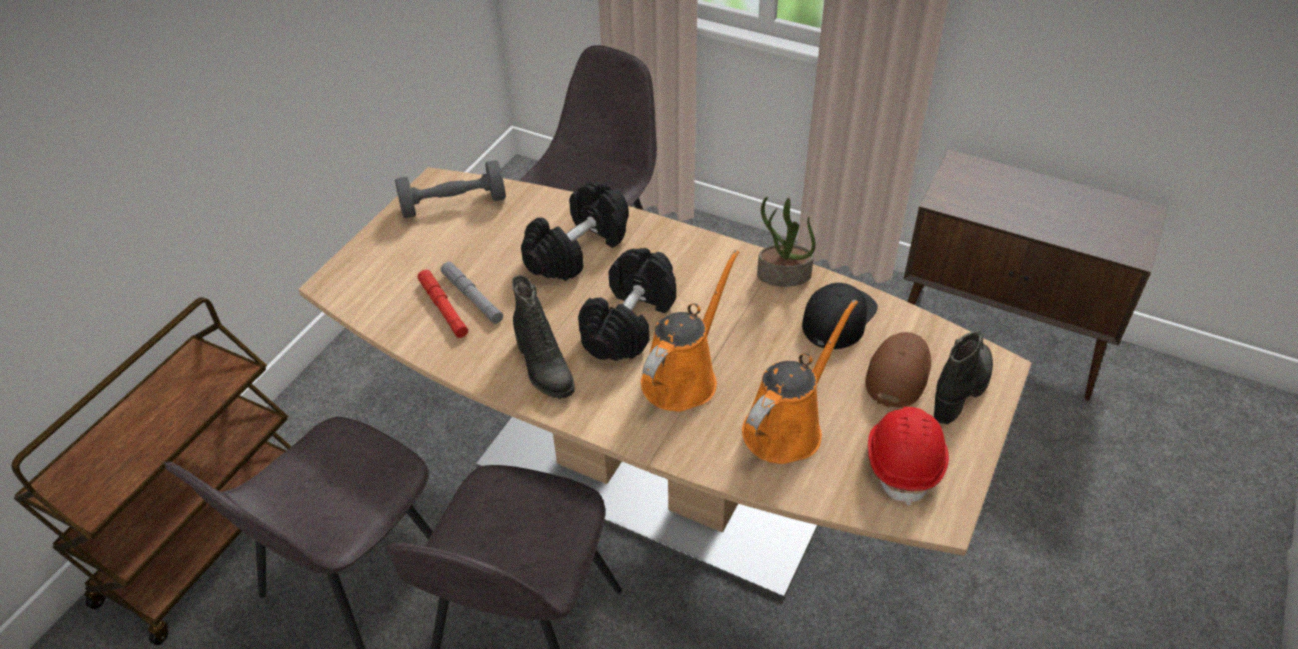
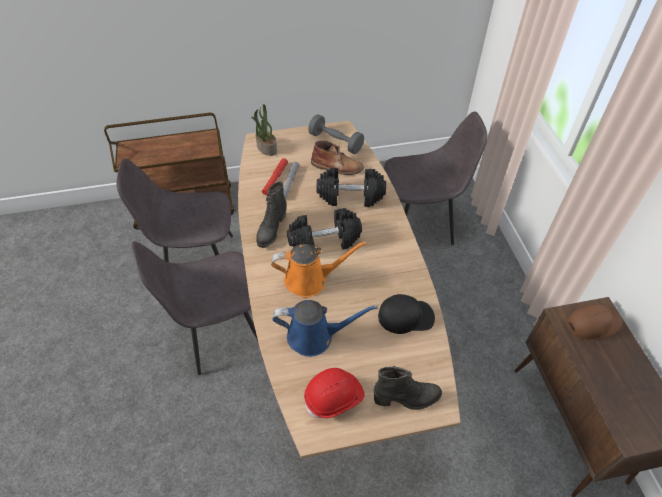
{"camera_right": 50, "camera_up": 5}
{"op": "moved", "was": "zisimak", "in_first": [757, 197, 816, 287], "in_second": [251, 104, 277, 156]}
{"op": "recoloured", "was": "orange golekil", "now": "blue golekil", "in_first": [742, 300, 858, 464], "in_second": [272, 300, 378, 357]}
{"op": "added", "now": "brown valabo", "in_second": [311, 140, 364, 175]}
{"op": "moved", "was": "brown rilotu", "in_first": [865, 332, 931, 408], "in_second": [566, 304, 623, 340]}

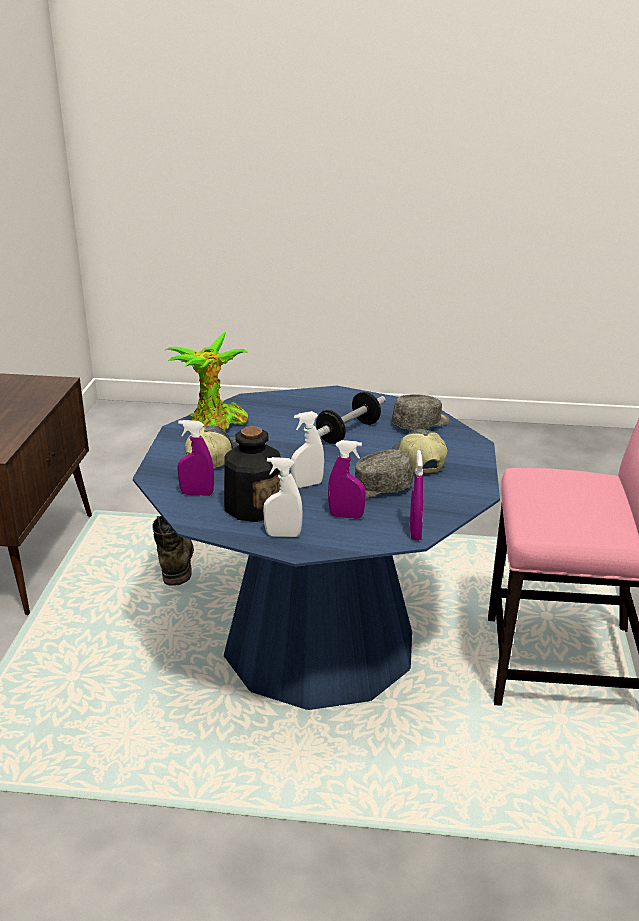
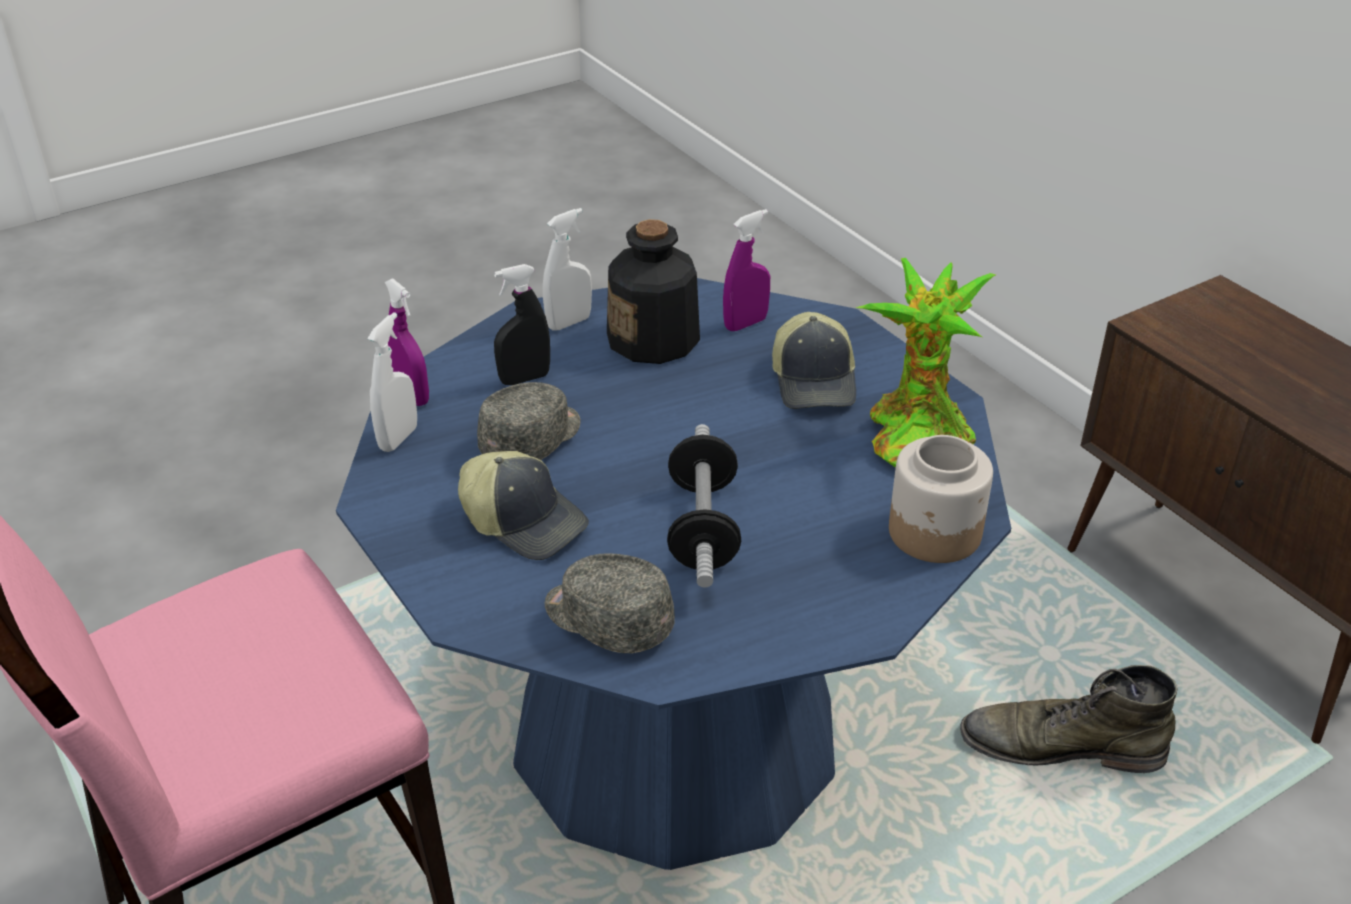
{"camera_right": 140, "camera_up": 10}
{"op": "moved", "was": "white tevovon", "in_first": [291, 411, 324, 488], "in_second": [367, 312, 417, 452]}
{"op": "recoloured", "was": "purple tevovon", "now": "black tevovon", "in_first": [328, 440, 366, 519], "in_second": [494, 264, 550, 385]}
{"op": "turned", "was": "grey rilotu", "in_first": [392, 394, 449, 430], "in_second": [545, 553, 675, 653], "clockwise": 105}
{"op": "added", "now": "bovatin", "in_second": [889, 435, 993, 563]}
{"op": "turned", "was": "green valabo", "in_first": [152, 516, 194, 586], "in_second": [960, 665, 1178, 773], "clockwise": 150}

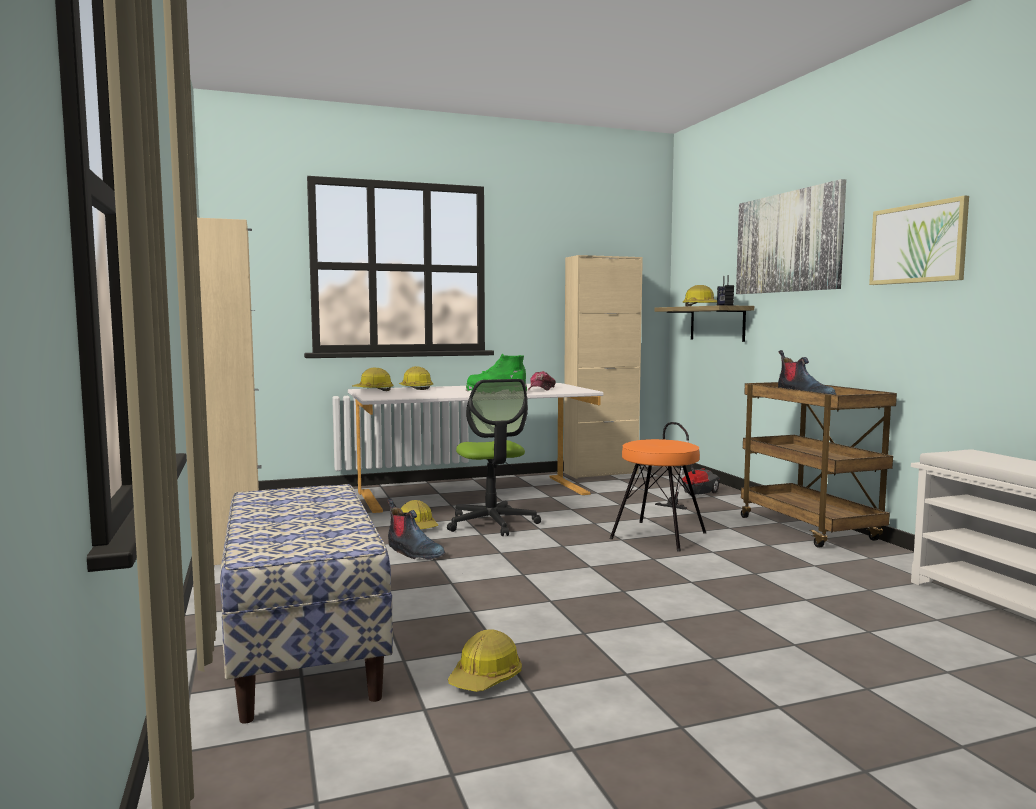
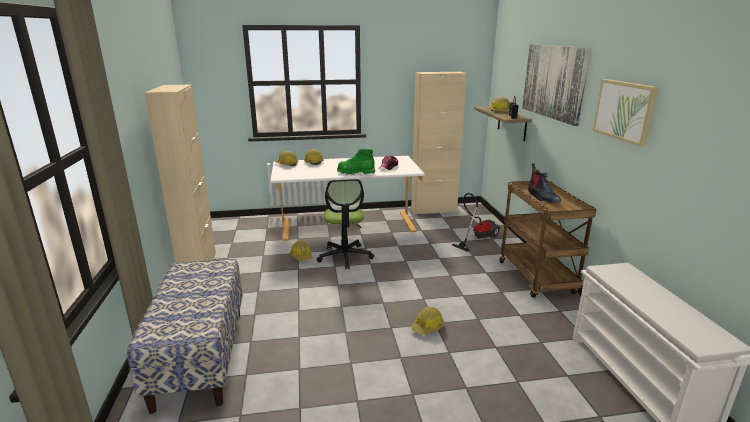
{"camera_right": 10, "camera_up": 15}
{"op": "moved", "was": "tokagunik", "in_first": [448, 629, 522, 692], "in_second": [411, 307, 444, 335]}
{"op": "removed", "was": "valabo", "in_first": [387, 499, 445, 560]}
{"op": "removed", "was": "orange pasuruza", "in_first": [610, 439, 706, 552]}

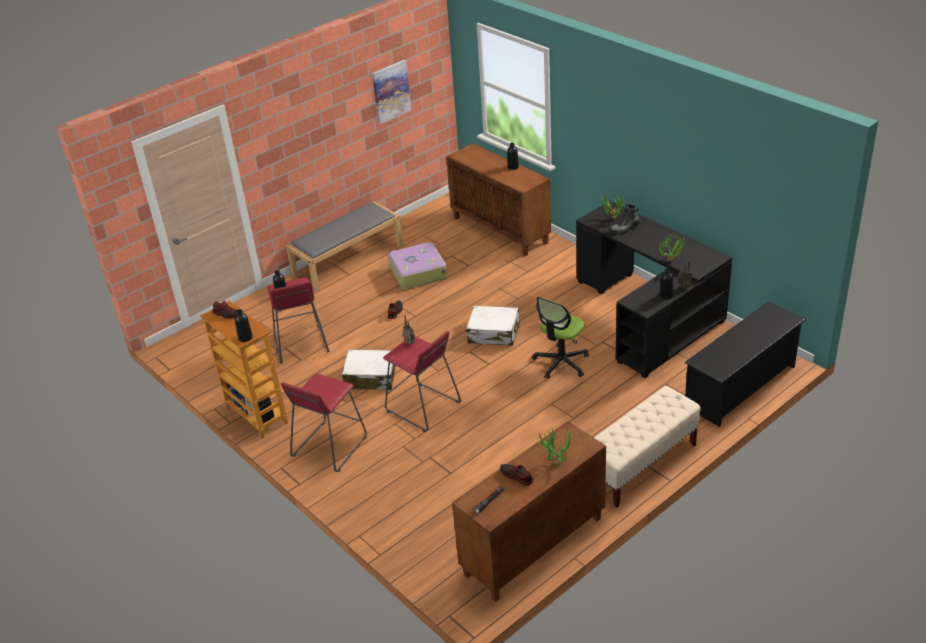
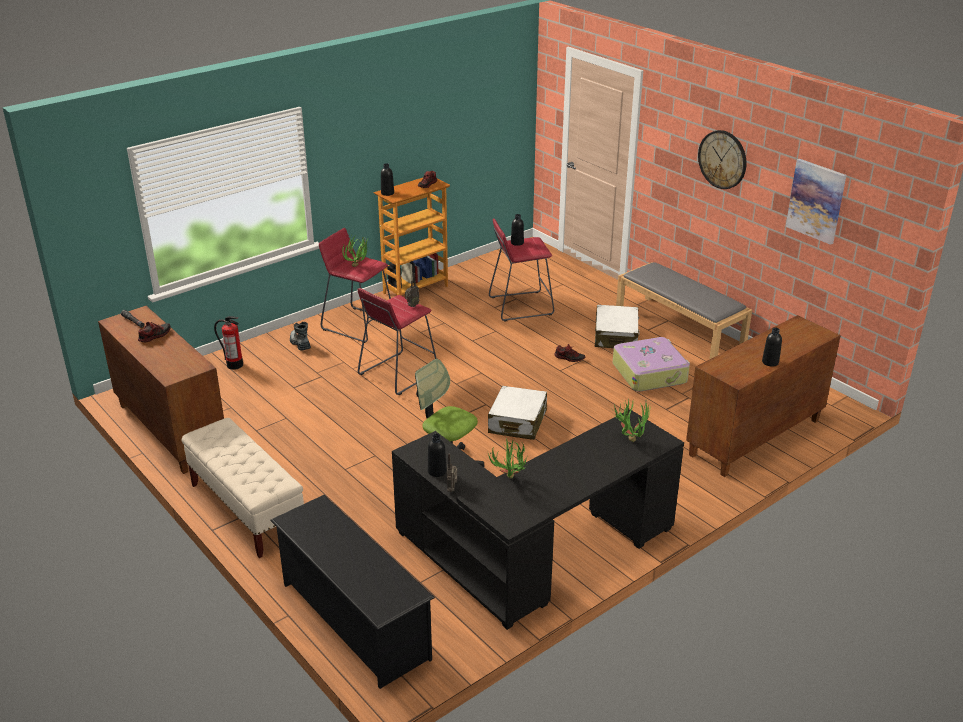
{"camera_right": 90, "camera_up": -5}
{"op": "added", "now": "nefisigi", "in_second": [214, 316, 243, 370]}
{"op": "moved", "was": "valabo", "in_first": [609, 204, 641, 235], "in_second": [290, 322, 311, 350]}
{"op": "moved", "was": "zisimak", "in_first": [537, 427, 572, 465], "in_second": [342, 235, 368, 267]}
{"op": "moved", "was": "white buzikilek", "in_first": [342, 349, 396, 390], "in_second": [595, 305, 640, 348]}
{"op": "added", "now": "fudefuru", "in_second": [698, 130, 747, 189]}

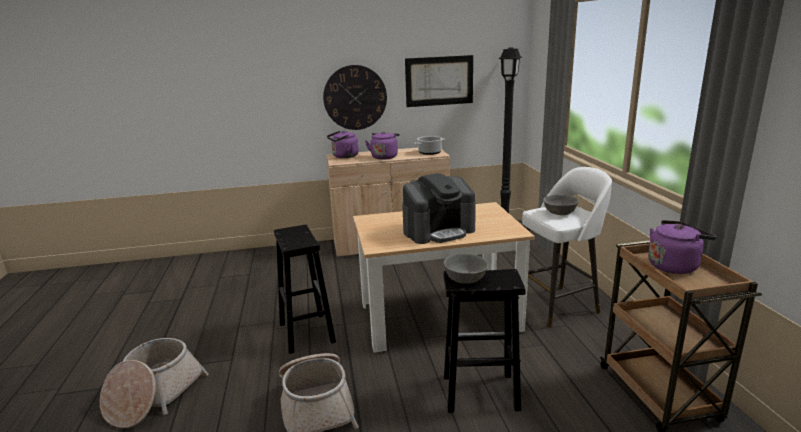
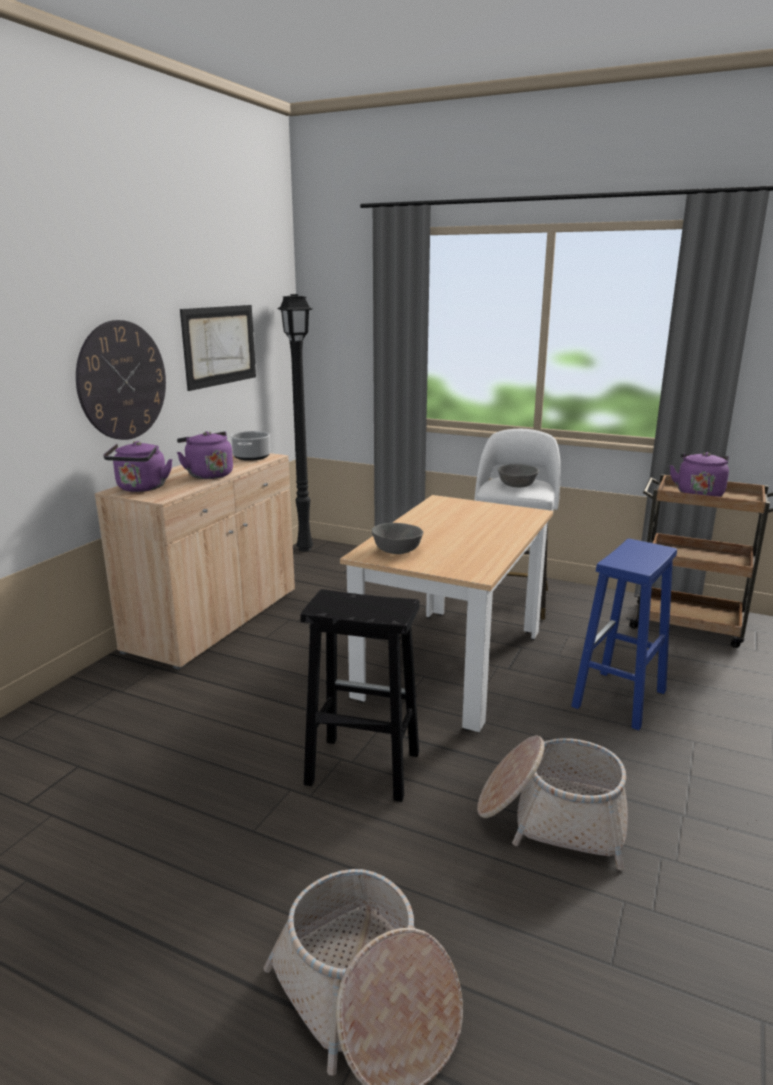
{"camera_right": -55, "camera_up": 0}
{"op": "moved", "was": "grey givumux", "in_first": [444, 253, 489, 284], "in_second": [372, 523, 423, 554]}
{"op": "recoloured", "was": "black pasuruza", "now": "blue pasuruza", "in_first": [444, 269, 525, 413], "in_second": [571, 539, 677, 730]}
{"op": "removed", "was": "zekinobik", "in_first": [402, 173, 476, 244]}

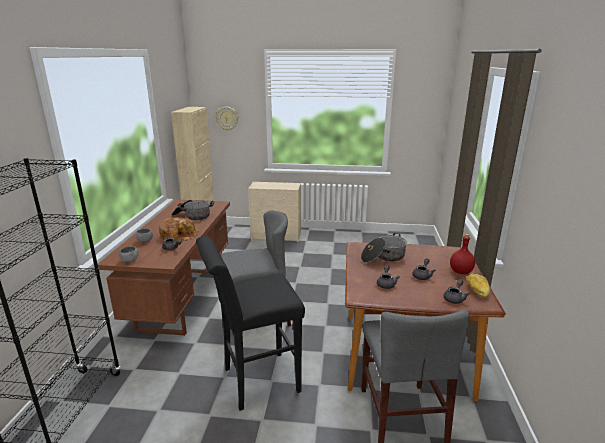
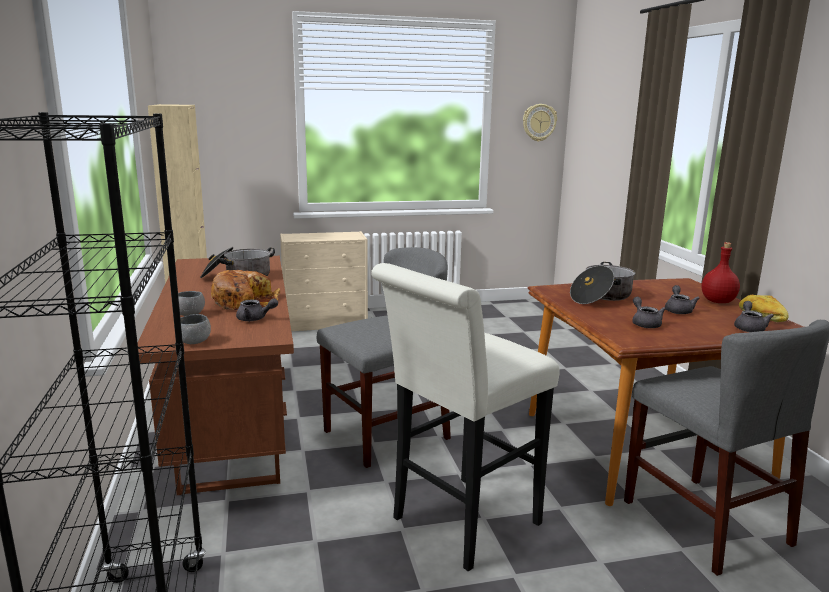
{"camera_right": -20, "camera_up": -5}
{"op": "recoloured", "was": "black pasuruza", "now": "white pasuruza", "in_first": [196, 236, 305, 411], "in_second": [371, 263, 560, 571]}
{"op": "moved", "was": "fudefuru", "in_first": [215, 107, 238, 131], "in_second": [523, 104, 557, 142]}

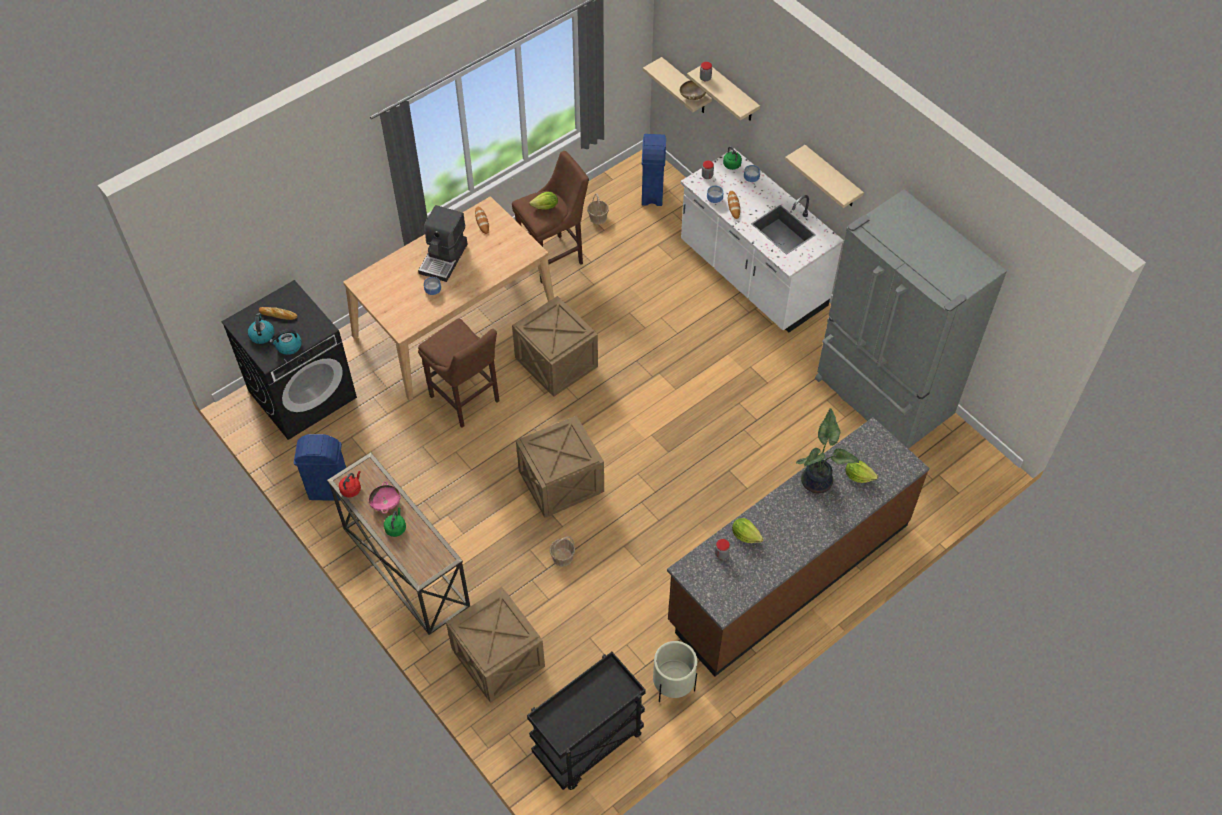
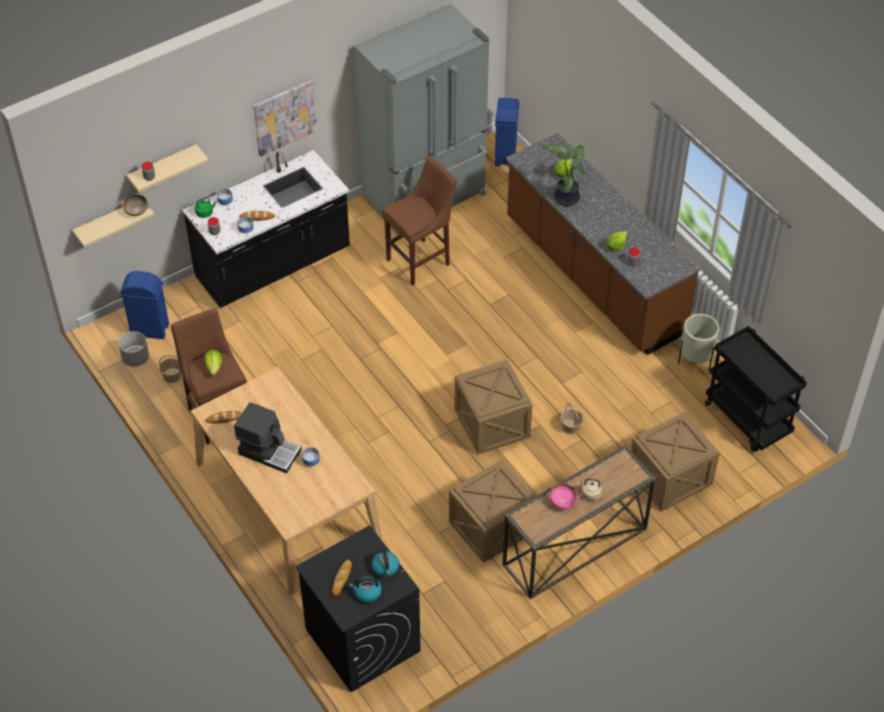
{"camera_right": -85, "camera_up": -5}
{"op": "added", "now": "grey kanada", "in_second": [118, 331, 149, 367]}
{"op": "recoloured", "was": "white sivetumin", "now": "black sivetumin", "in_first": [680, 148, 844, 333], "in_second": [182, 150, 350, 308]}
{"op": "replaced", "was": "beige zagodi", "now": "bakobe", "in_first": [785, 145, 864, 208], "in_second": [253, 80, 317, 157]}
{"op": "moved", "was": "brown pasuruza", "in_first": [418, 318, 499, 428], "in_second": [382, 157, 457, 286]}
{"op": "moved", "was": "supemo", "in_first": [512, 296, 598, 396], "in_second": [449, 460, 535, 563]}
{"op": "moved", "was": "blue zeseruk", "in_first": [294, 434, 346, 501], "in_second": [495, 98, 520, 166]}
{"op": "recoloured", "was": "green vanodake", "now": "beige vanodake", "in_first": [384, 507, 406, 537], "in_second": [577, 478, 602, 501]}
{"op": "removed", "was": "red vanodake", "in_first": [339, 471, 361, 498]}

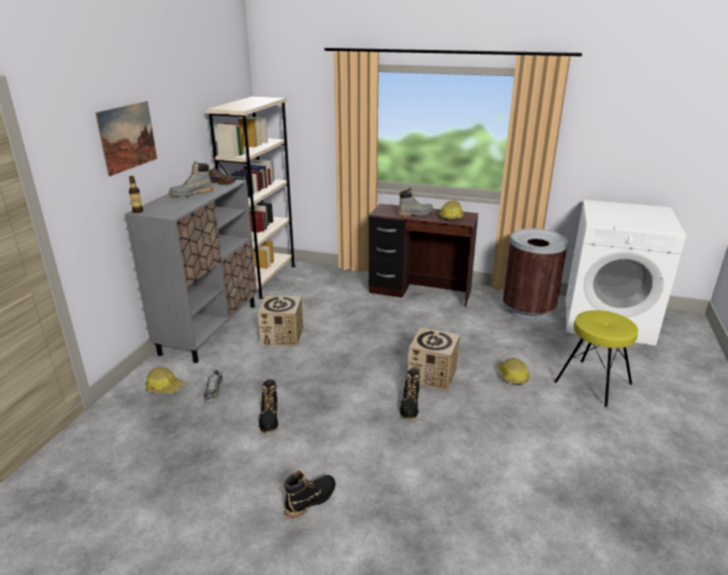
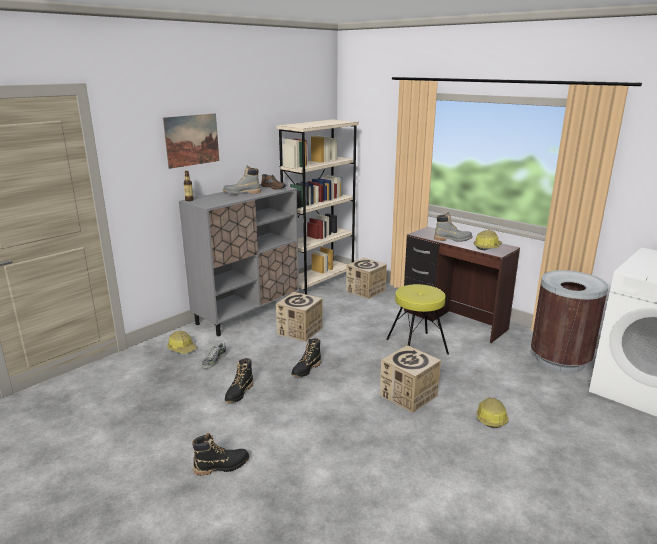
{"camera_right": 25, "camera_up": -5}
{"op": "moved", "was": "black valabo", "in_first": [400, 368, 420, 419], "in_second": [291, 338, 321, 377]}
{"op": "added", "now": "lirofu", "in_second": [346, 258, 387, 299]}
{"op": "moved", "was": "yellow pasuruza", "in_first": [554, 310, 638, 407], "in_second": [386, 284, 449, 355]}

